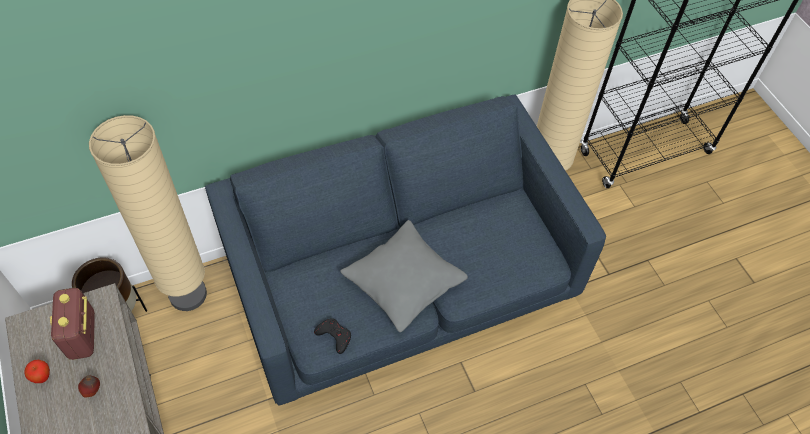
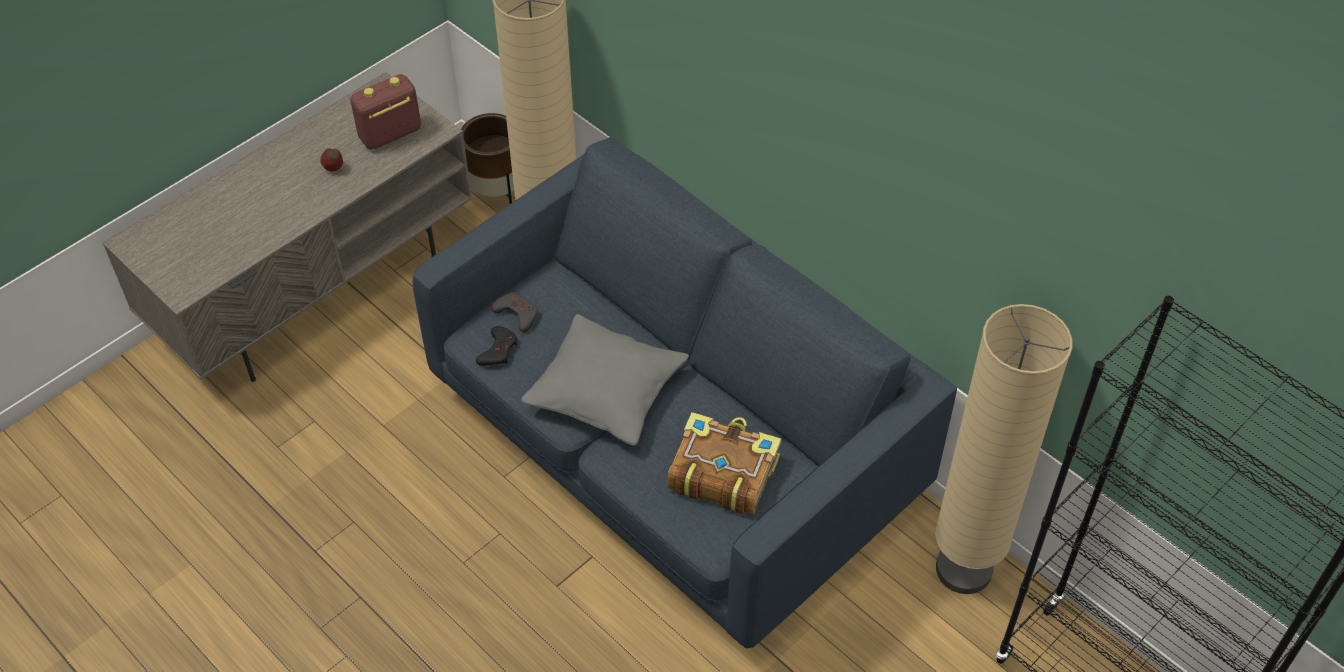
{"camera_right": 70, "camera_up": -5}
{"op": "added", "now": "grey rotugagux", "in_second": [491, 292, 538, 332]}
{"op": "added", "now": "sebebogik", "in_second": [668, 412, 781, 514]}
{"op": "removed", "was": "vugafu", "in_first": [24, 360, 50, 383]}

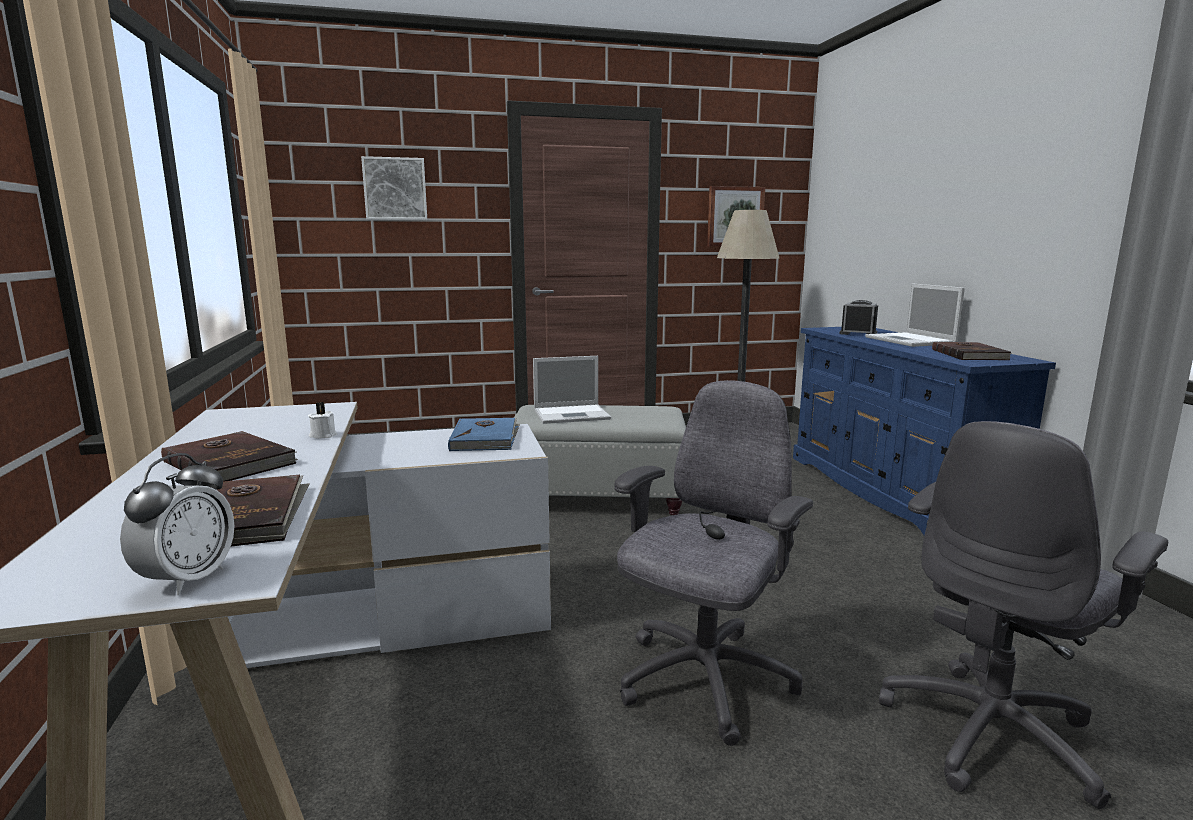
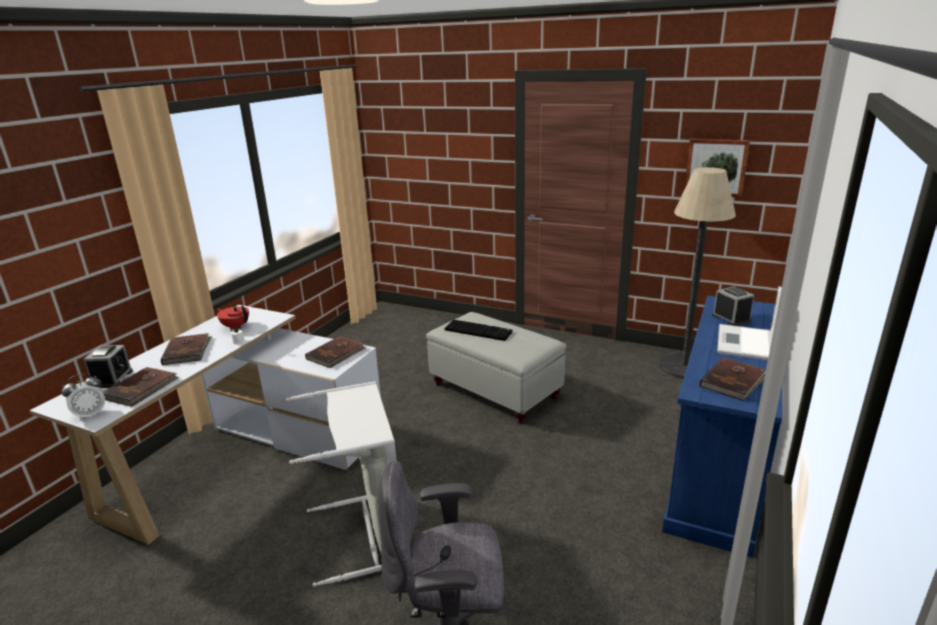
{"camera_right": 40, "camera_up": 10}
{"op": "added", "now": "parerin", "in_second": [84, 345, 133, 388]}
{"op": "added", "now": "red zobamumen", "in_second": [217, 305, 249, 330]}
{"op": "replaced", "was": "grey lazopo", "now": "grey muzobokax", "in_first": [614, 380, 813, 746], "in_second": [286, 381, 397, 587]}
{"op": "recoloured", "was": "blue sebebogik", "now": "brown sebebogik", "in_first": [448, 418, 520, 451], "in_second": [305, 336, 366, 368]}
{"op": "replaced", "was": "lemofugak", "now": "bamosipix", "in_first": [533, 356, 611, 424], "in_second": [445, 320, 513, 341]}
{"op": "removed", "was": "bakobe", "in_first": [361, 156, 427, 220]}

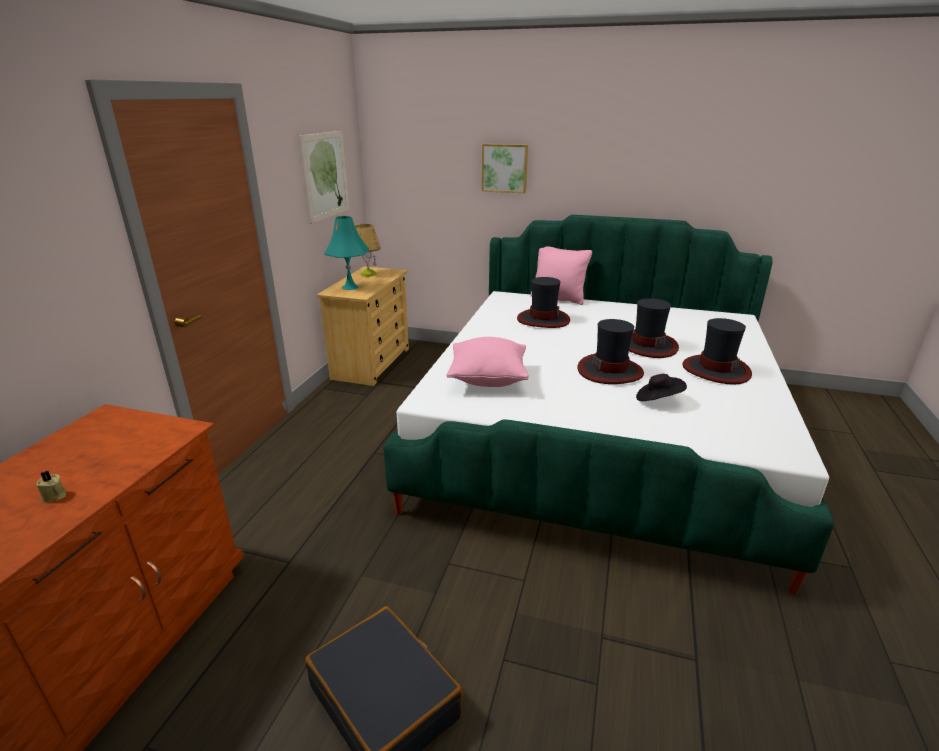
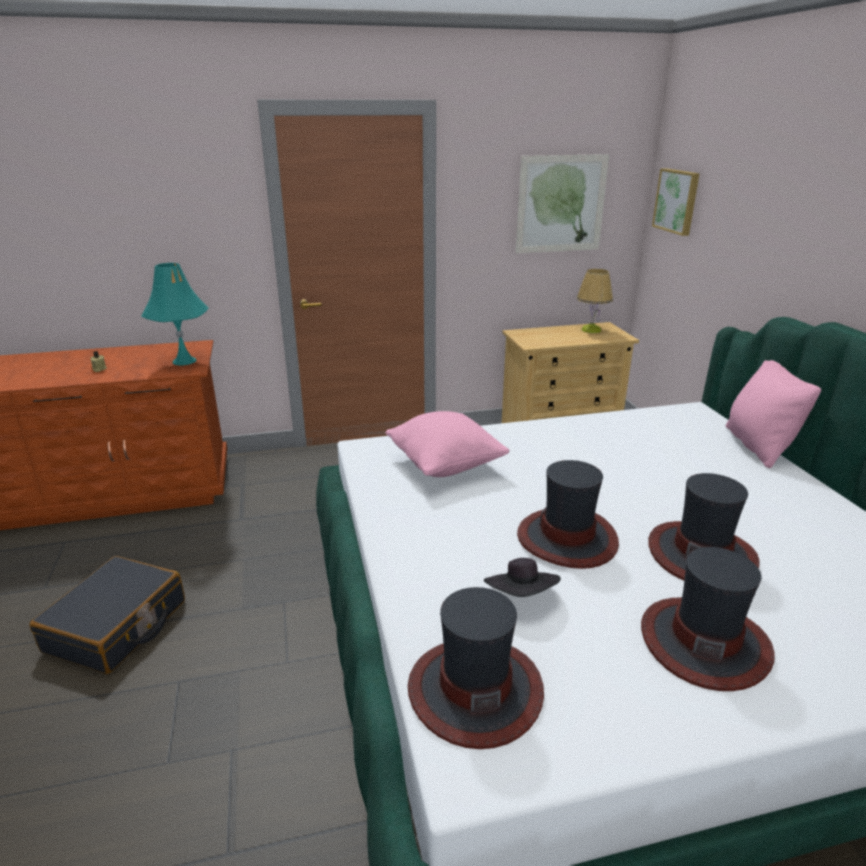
{"camera_right": 60, "camera_up": 0}
{"op": "moved", "was": "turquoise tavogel", "in_first": [324, 216, 369, 290], "in_second": [141, 263, 208, 365]}
{"op": "moved", "was": "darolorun", "in_first": [517, 277, 570, 328], "in_second": [408, 587, 544, 749]}
{"op": "moved", "was": "bakobe", "in_first": [482, 144, 528, 193], "in_second": [652, 168, 700, 236]}

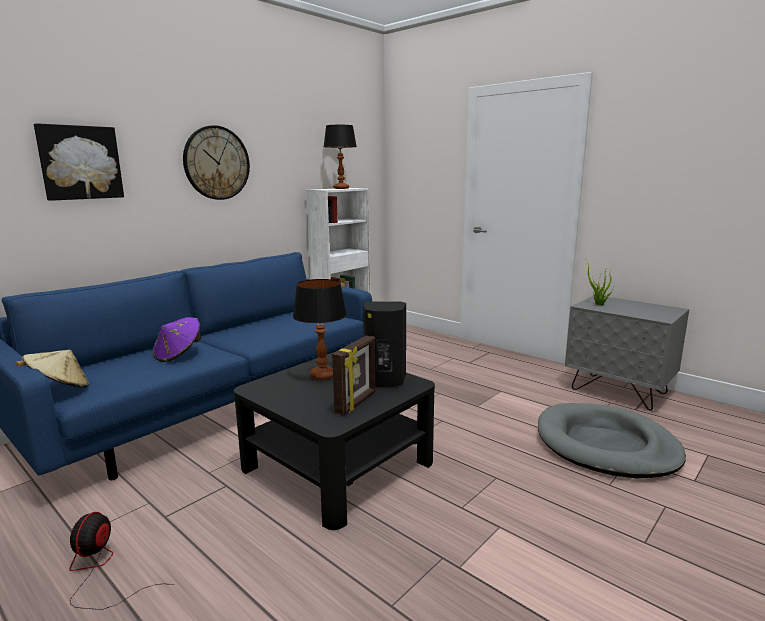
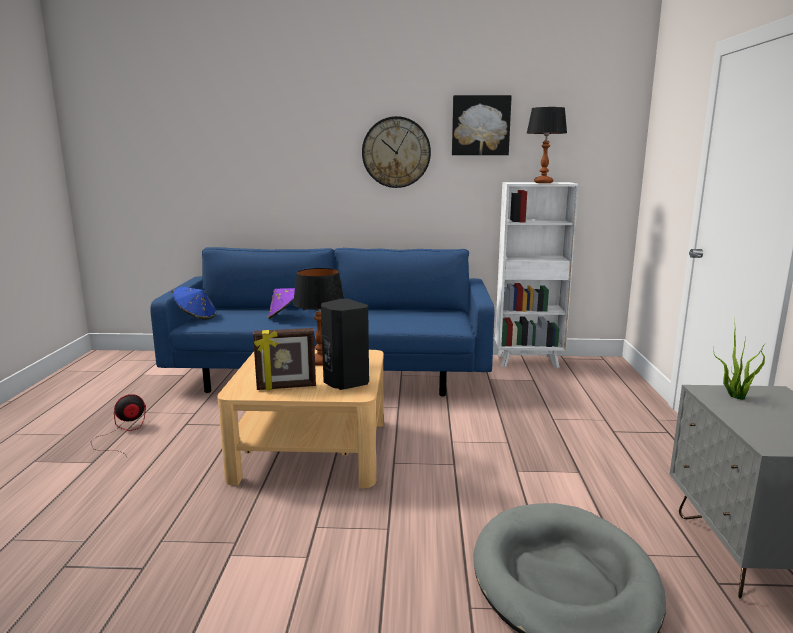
{"camera_right": 50, "camera_up": 0}
{"op": "recoloured", "was": "beige darolorun", "now": "blue darolorun", "in_first": [16, 350, 89, 388], "in_second": [172, 287, 216, 320]}
{"op": "recoloured", "was": "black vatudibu", "now": "beige vatudibu", "in_first": [234, 352, 435, 530], "in_second": [217, 349, 384, 488]}
{"op": "moved", "was": "bakobe", "in_first": [34, 123, 124, 201], "in_second": [452, 95, 512, 155]}

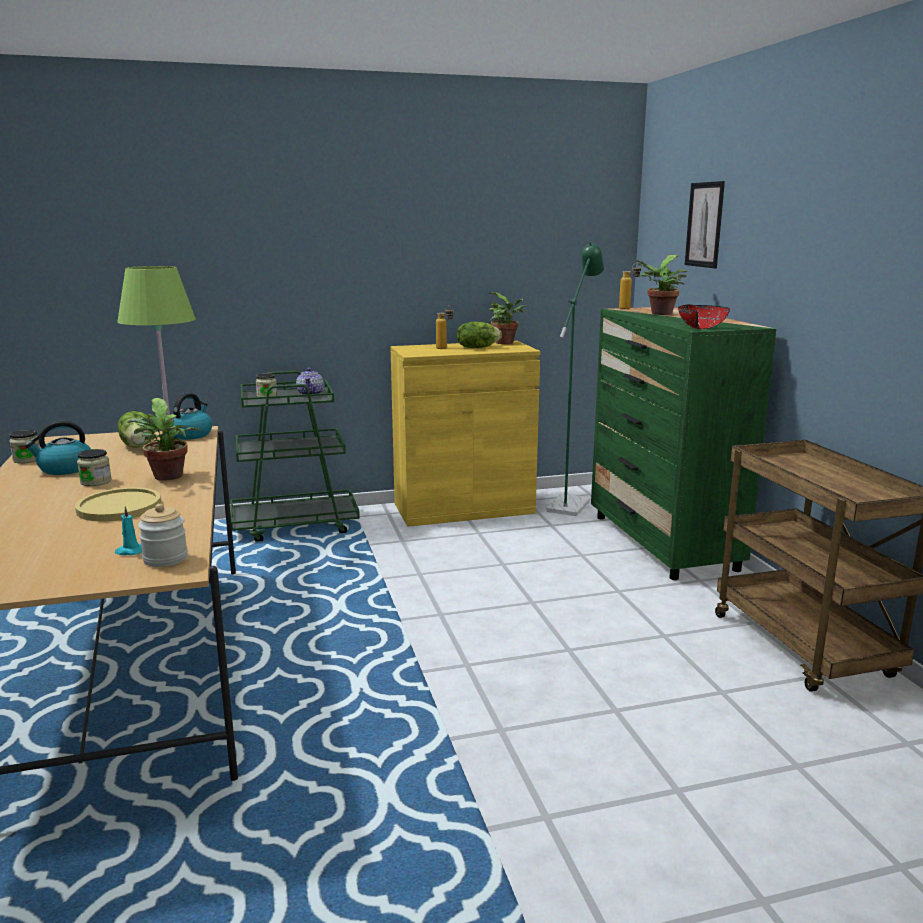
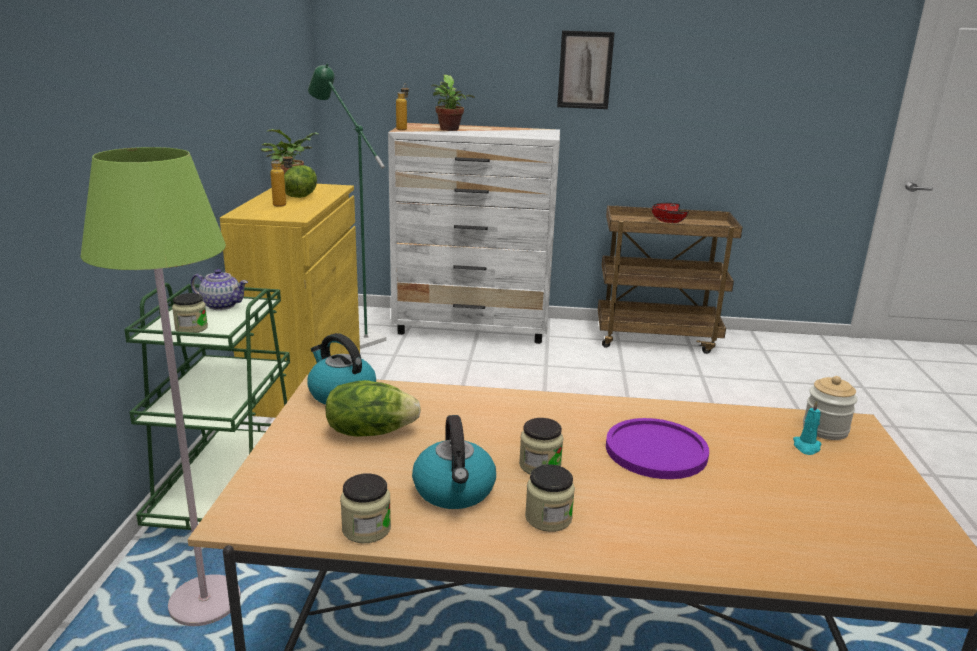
{"camera_right": -70, "camera_up": 5}
{"op": "recoloured", "was": "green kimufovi", "now": "white kimufovi", "in_first": [591, 307, 776, 580], "in_second": [388, 123, 560, 344]}
{"op": "added", "now": "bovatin", "in_second": [525, 464, 575, 532]}
{"op": "moved", "was": "bakobe", "in_first": [685, 181, 725, 268], "in_second": [557, 30, 615, 109]}
{"op": "recoloured", "was": "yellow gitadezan", "now": "purple gitadezan", "in_first": [75, 487, 161, 521], "in_second": [606, 418, 709, 479]}
{"op": "moved", "was": "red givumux", "in_first": [678, 305, 730, 329], "in_second": [651, 203, 689, 223]}
{"op": "removed", "was": "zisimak", "in_first": [128, 398, 201, 481]}

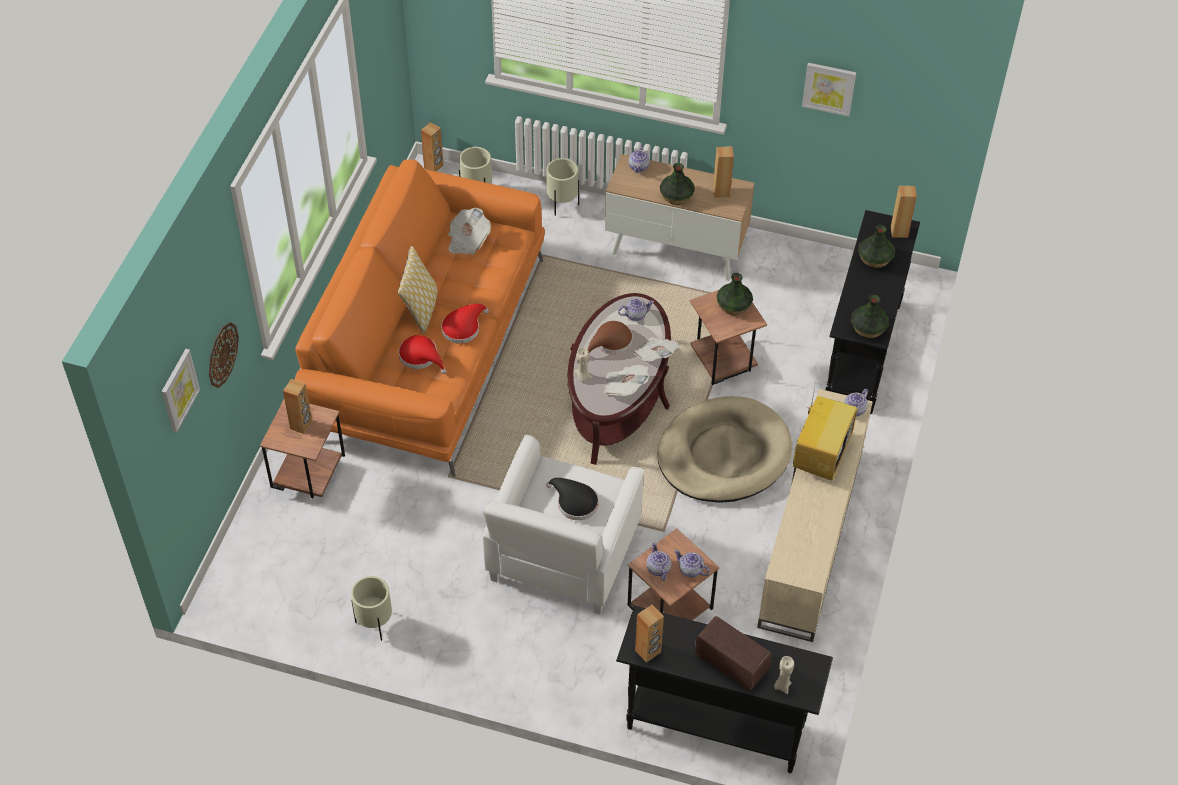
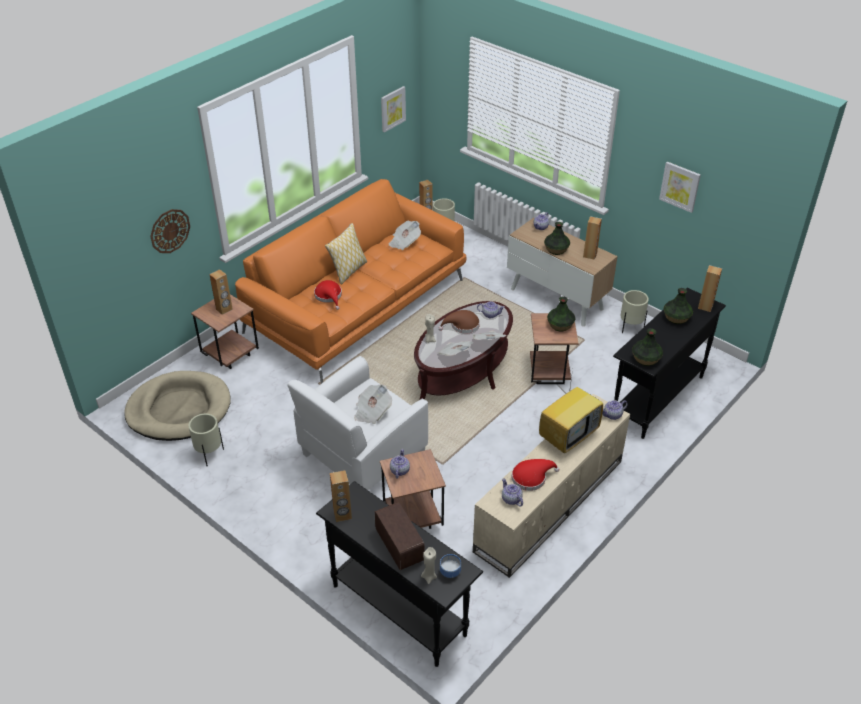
{"camera_right": 25, "camera_up": -10}
{"op": "moved", "was": "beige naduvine", "in_first": [657, 396, 792, 503], "in_second": [124, 371, 231, 441]}
{"op": "replaced", "was": "black darolorun", "now": "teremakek", "in_first": [546, 478, 598, 520], "in_second": [354, 384, 392, 424]}
{"op": "moved", "was": "bakobe", "in_first": [162, 349, 200, 432], "in_second": [381, 86, 406, 133]}
{"op": "added", "now": "givumux", "in_second": [440, 554, 461, 578]}
{"op": "moved", "was": "zobamumen", "in_first": [674, 550, 710, 577], "in_second": [502, 478, 523, 506]}
{"op": "moved", "was": "red darolorun", "in_first": [441, 303, 489, 344], "in_second": [511, 459, 559, 491]}
{"op": "moved", "was": "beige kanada", "in_first": [546, 158, 579, 216], "in_second": [621, 290, 649, 334]}

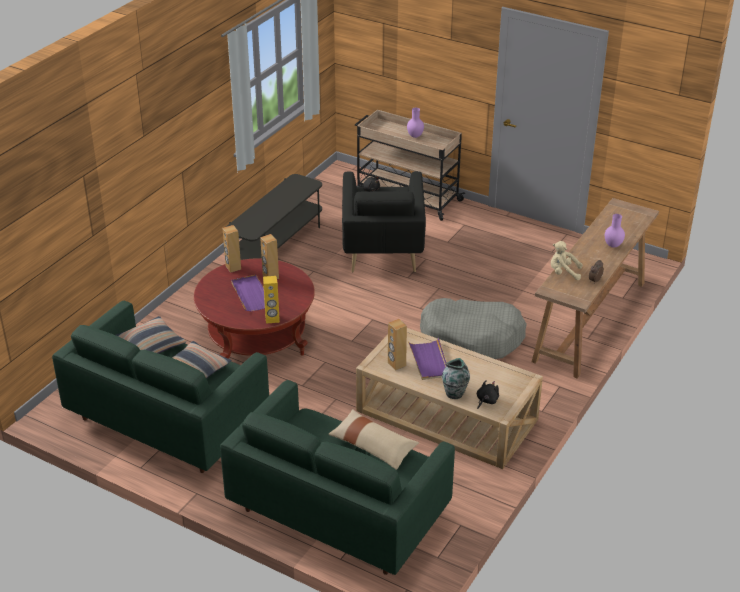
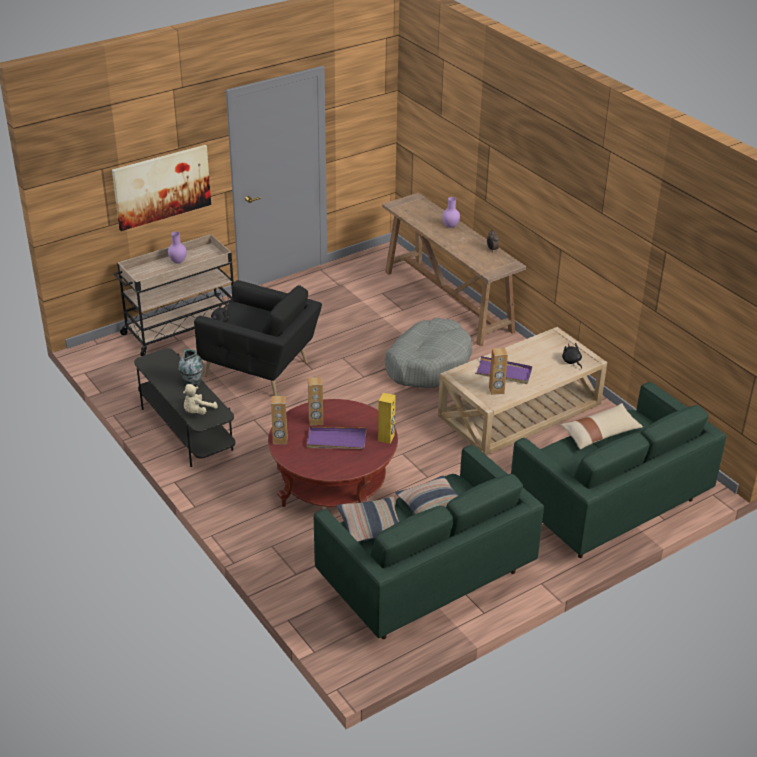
{"camera_right": -65, "camera_up": 0}
{"op": "added", "now": "bakobe", "in_second": [112, 145, 211, 231]}
{"op": "moved", "was": "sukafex", "in_first": [442, 358, 470, 399], "in_second": [178, 349, 204, 387]}
{"op": "moved", "was": "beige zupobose", "in_first": [551, 241, 582, 280], "in_second": [183, 384, 217, 415]}

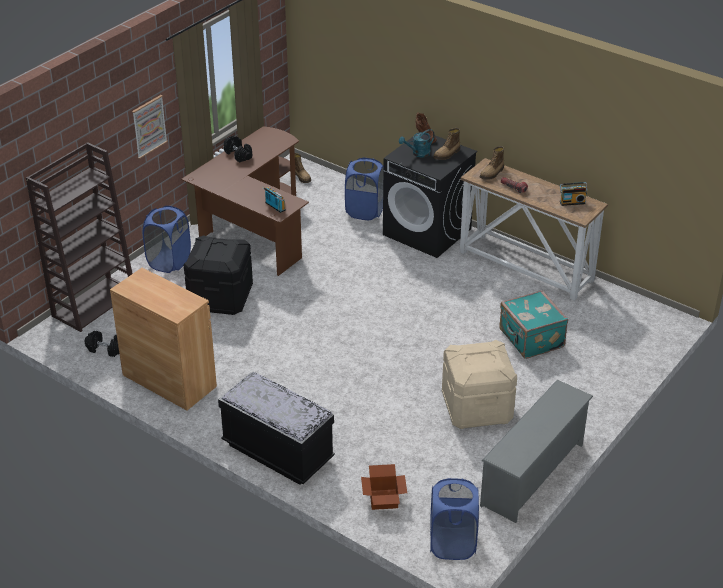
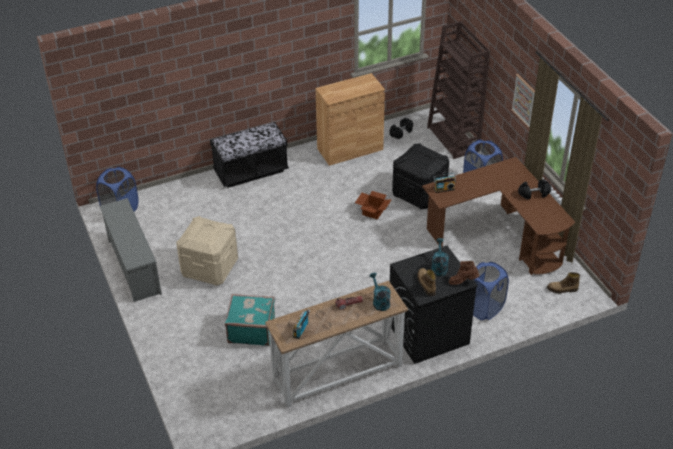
{"camera_right": 120, "camera_up": 5}
{"op": "moved", "was": "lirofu", "in_first": [361, 464, 407, 510], "in_second": [355, 191, 392, 220]}
{"op": "replaced", "was": "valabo", "now": "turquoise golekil", "in_first": [480, 146, 504, 180], "in_second": [369, 273, 390, 311]}

